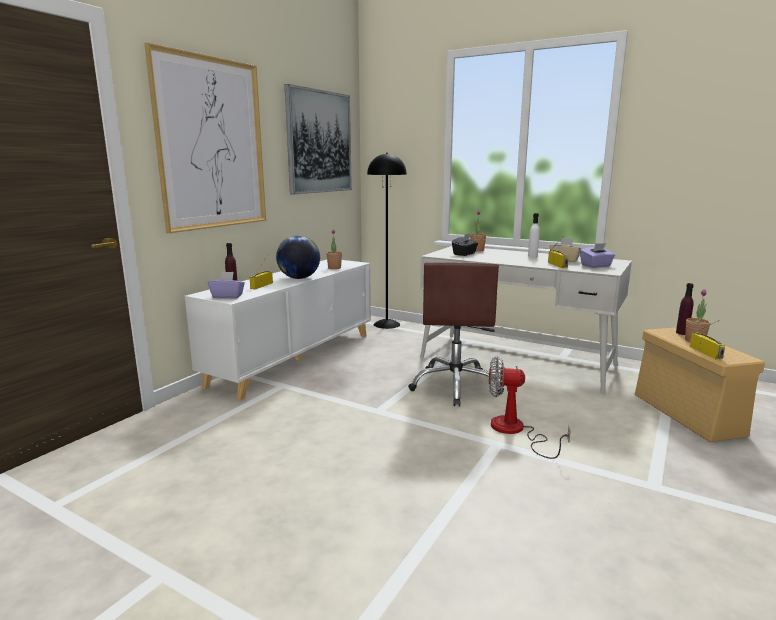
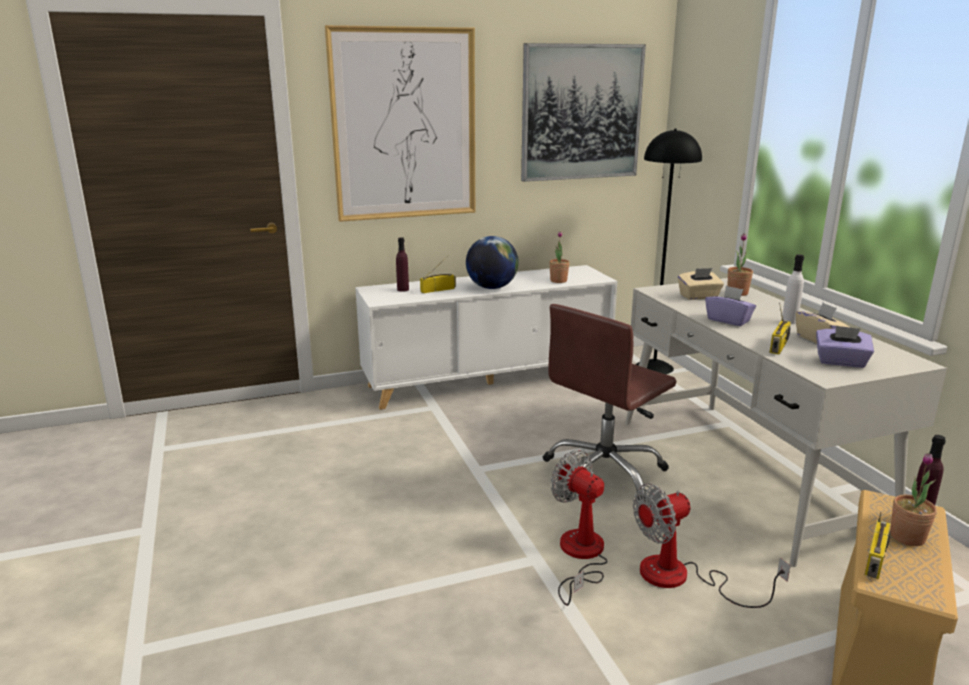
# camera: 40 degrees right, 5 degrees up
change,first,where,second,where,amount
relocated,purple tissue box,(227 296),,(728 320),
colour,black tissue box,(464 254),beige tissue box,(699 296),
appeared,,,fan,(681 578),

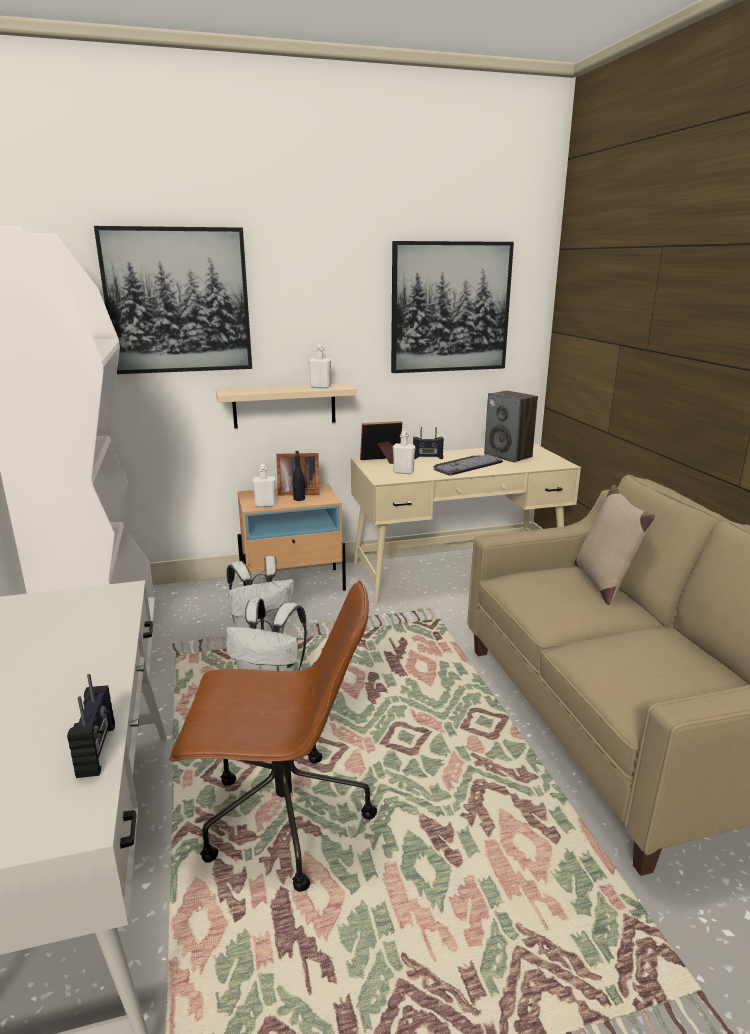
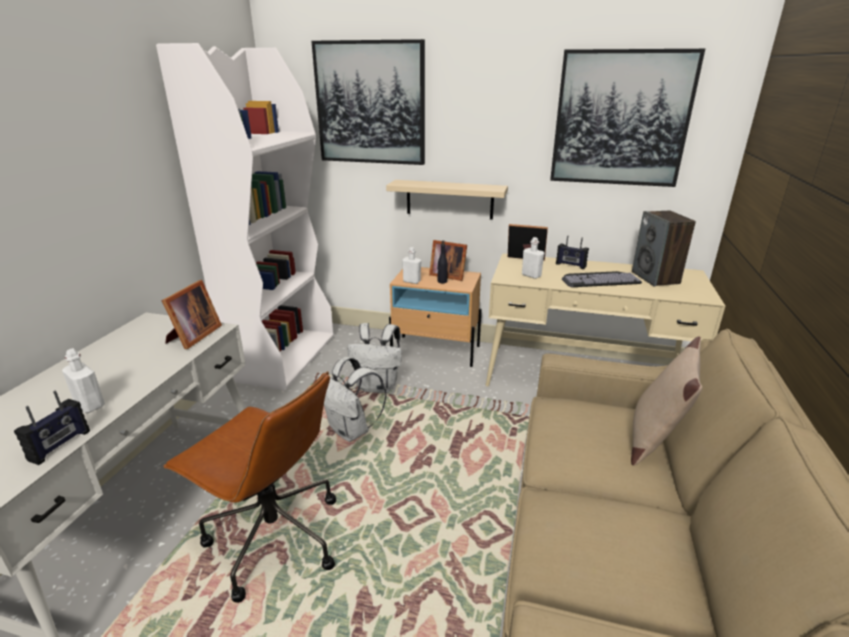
# camera: 30 degrees right, 5 degrees up
change,first,where,second,where,amount
relocated,white bottle,(320 387),,(90 405),
appeared,,,picture frame,(193 337),

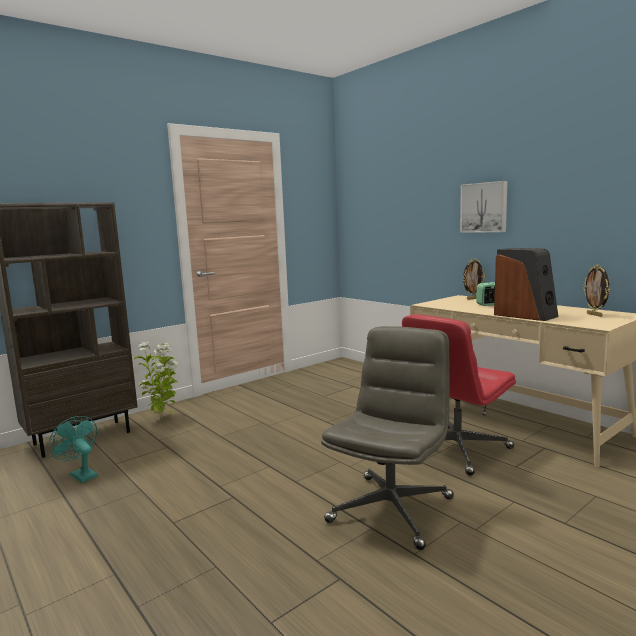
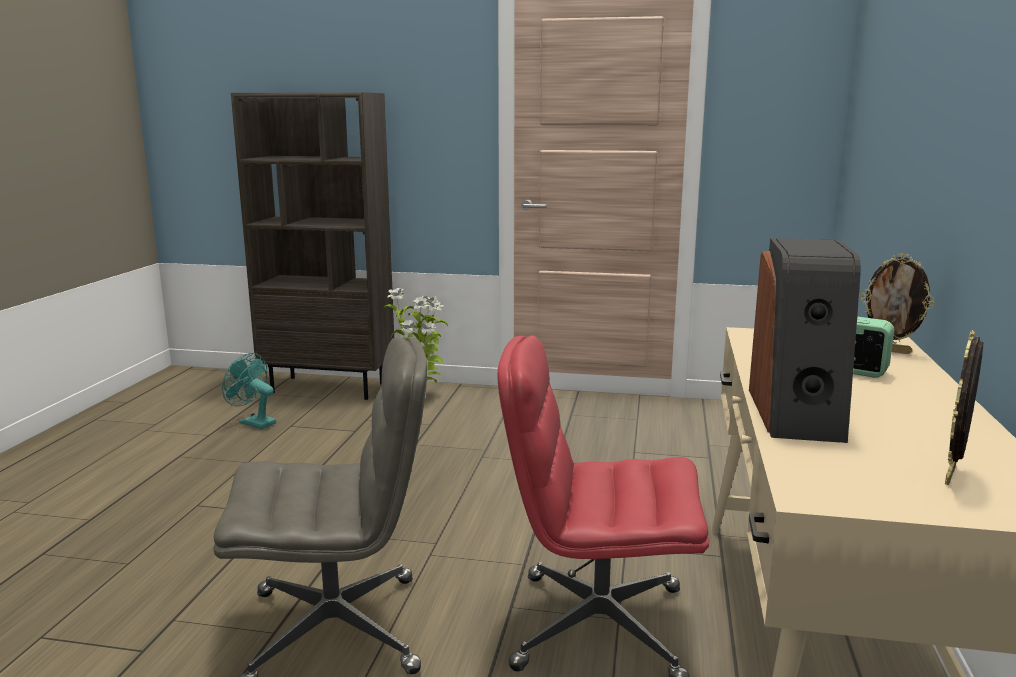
# camera: 50 degrees right, 5 degrees up
change,first,where,second,where,amount
spun,turquoise fan,(80 475),,(253 422),60 degrees counterclockwise
missing,picture,(484 207),,,

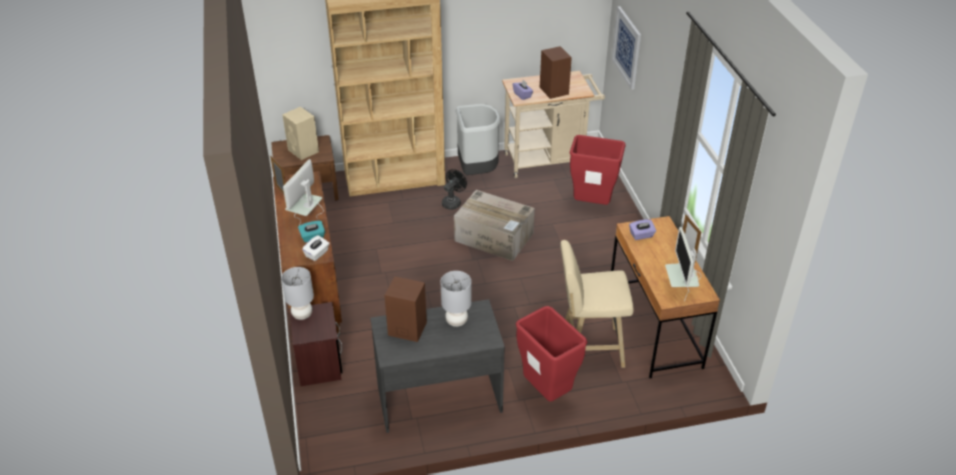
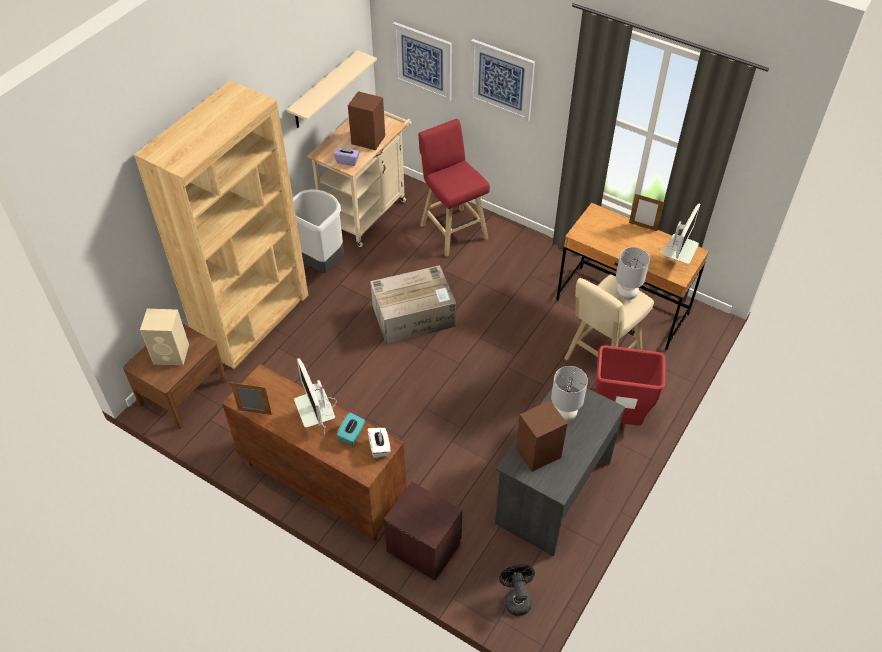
# camera: 45 degrees left, 10 degrees up
change,first,where,second,where,amount
relocated,grey table lamp,(302 314),,(626 294),
relocated,black fan,(453 202),,(516 598),
exchanged,red trash can,(592 204),red stool,(452 230),
missing,purple tissue box,(641 235),,,
spun,monitor,(680 289),,(676 260),105 degrees counterclockwise
appeared,,,beige shelf,(324 90),
appeared,,,picture,(501 80),

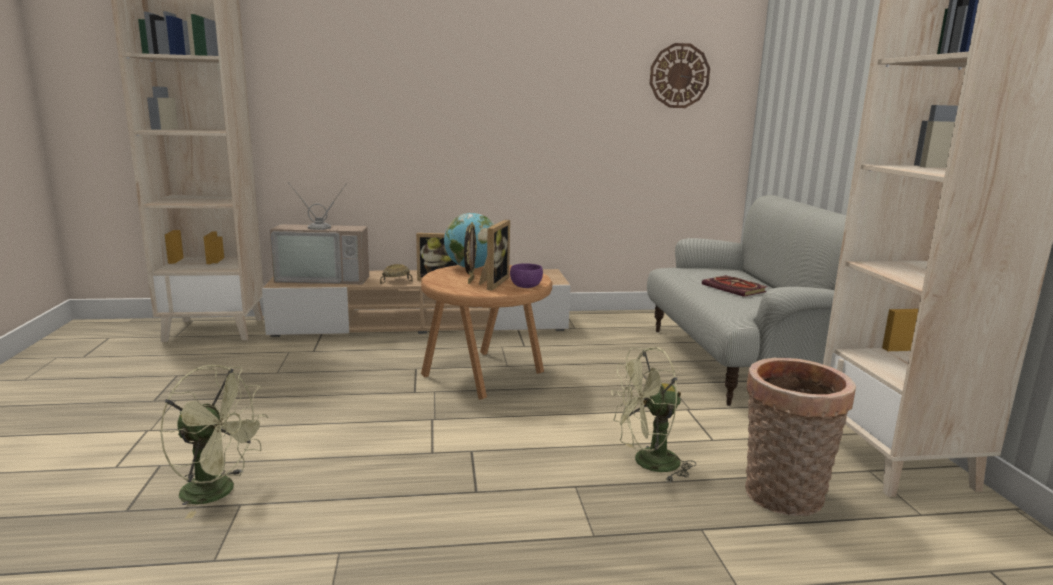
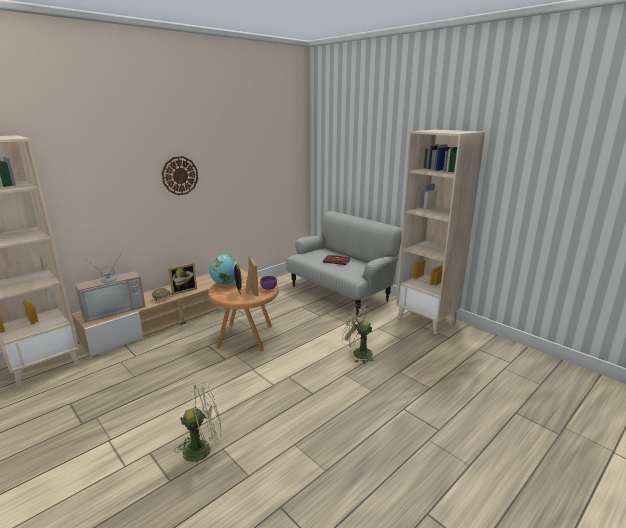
# camera: 35 degrees left, 5 degrees up
change,first,where,second,where,amount
spun,green fan,(648 463),,(357 353),75 degrees clockwise
relocated,wall clock,(679 76),,(180 175),
missing,basket,(782 498),,,

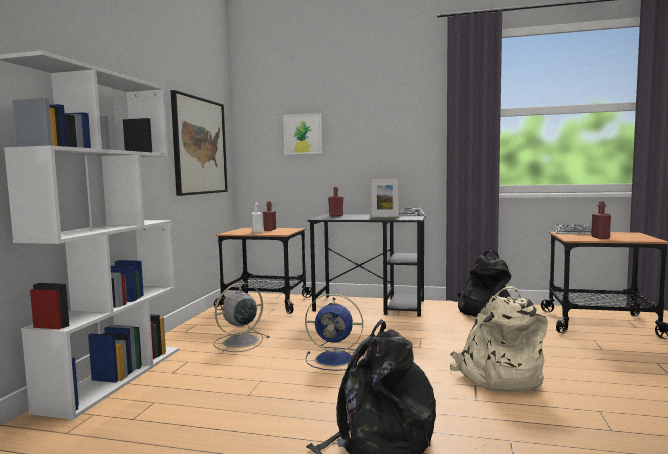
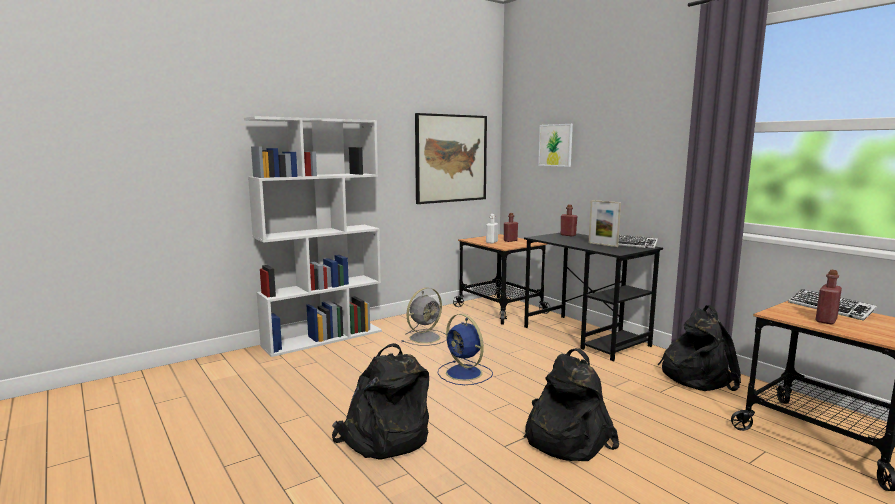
# camera: 40 degrees right, 5 degrees up
change,first,where,second,where,amount
spun,grey fan,(239 342),,(426 337),135 degrees clockwise
colour,beige backpack,(498 376),black backpack,(564 438),

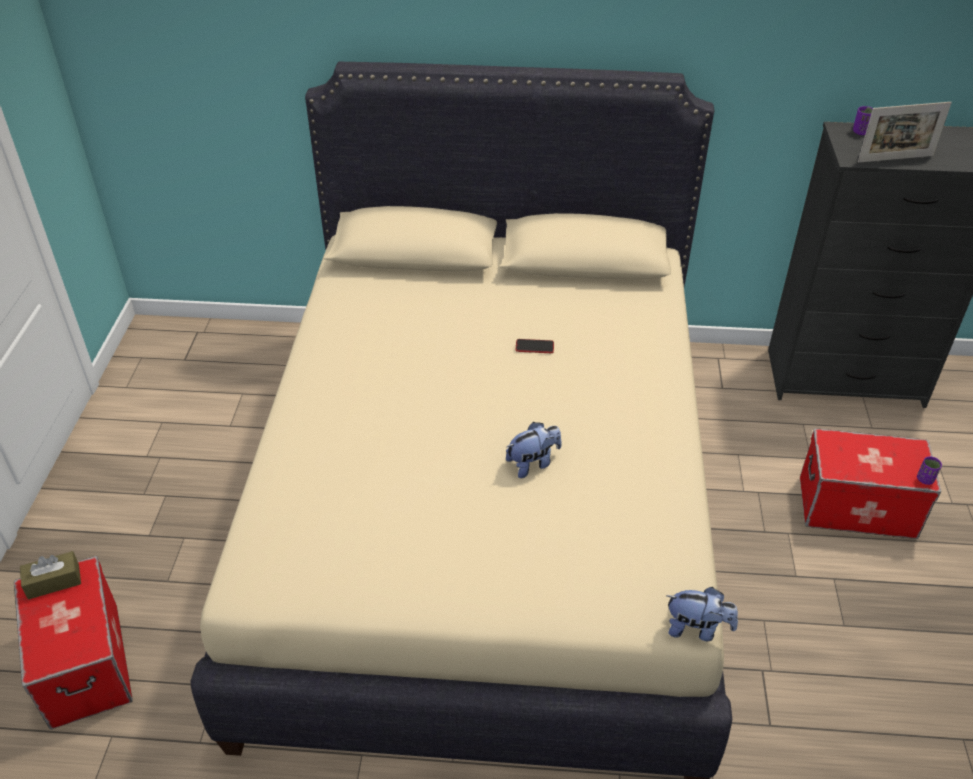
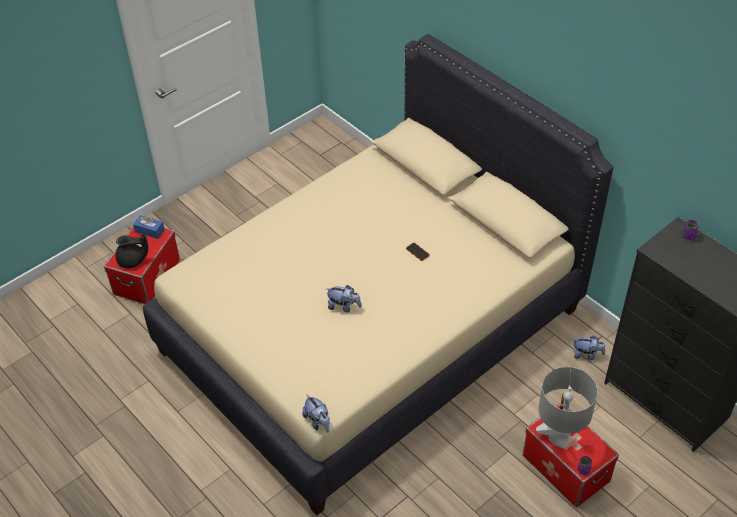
# camera: 45 degrees right, 5 degrees up
change,first,where,second,where,amount
colour,brown tissue box,(53 581),blue tissue box,(149 231),
missing,picture frame,(895 159),,,
appeared,,,black teapot,(132 261),
appeared,,,grey table lamp,(559 438),
appeared,,,plush toy,(587 355),

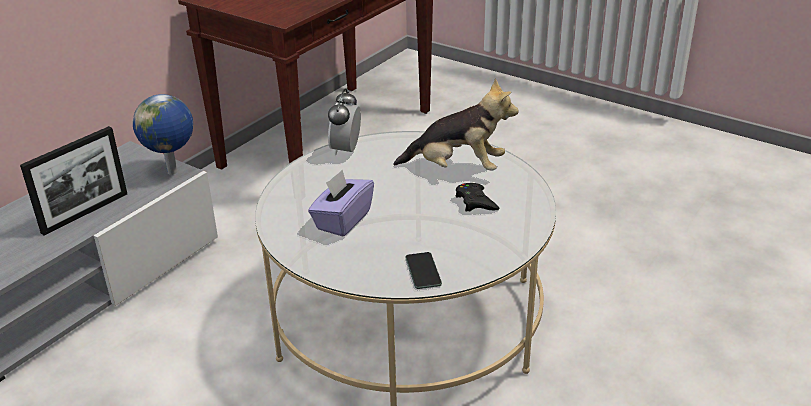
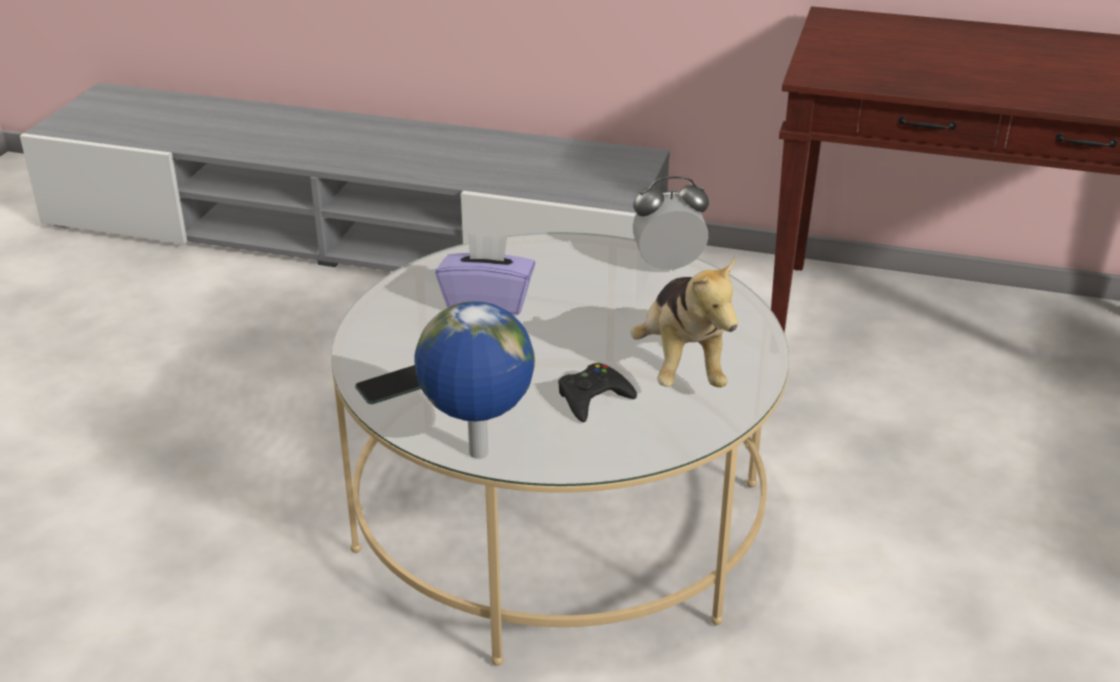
# camera: 70 degrees right, 0 degrees up
change,first,where,second,where,amount
missing,picture frame,(85 213),,,
relocated,globe,(173 172),,(478 454),

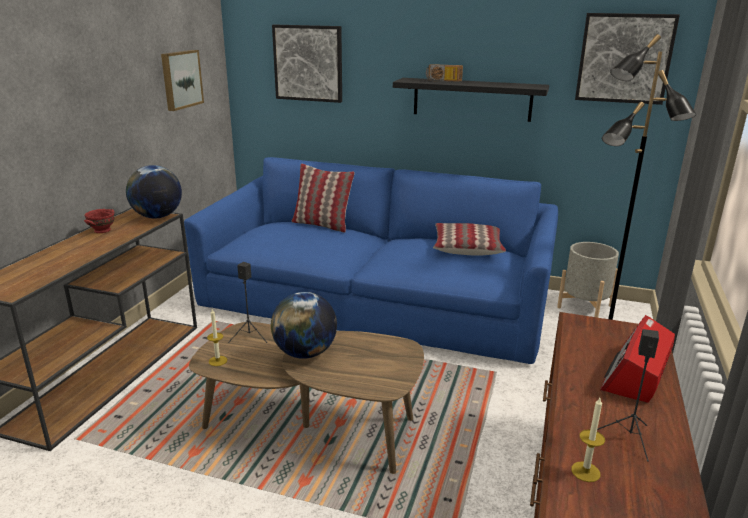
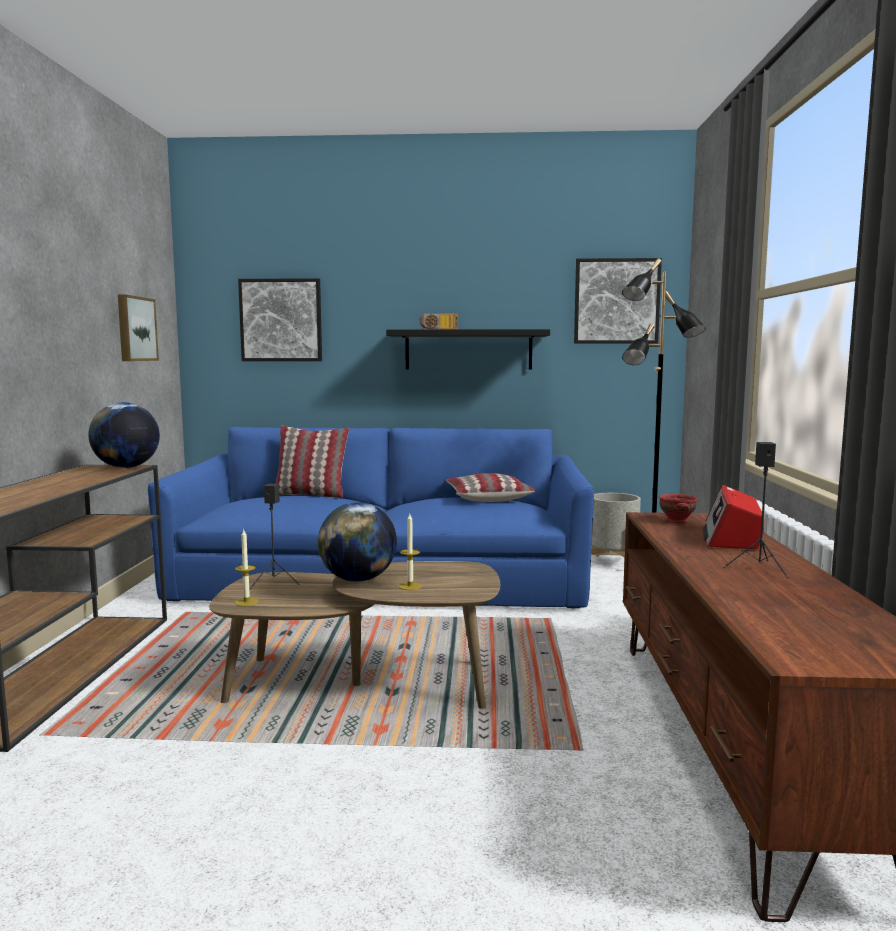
# camera: 15 degrees left, 15 degrees down
change,first,where,second,where,amount
relocated,red bowl,(101 230),,(676 521),
relocated,candle,(585 471),,(410 586),

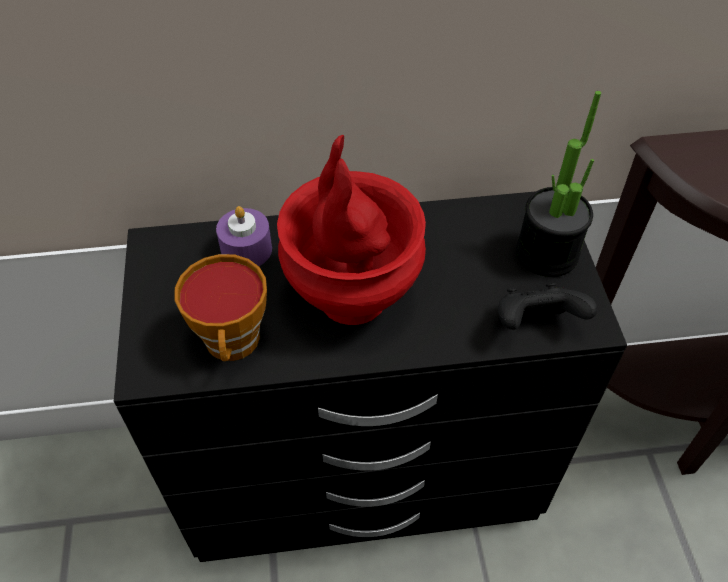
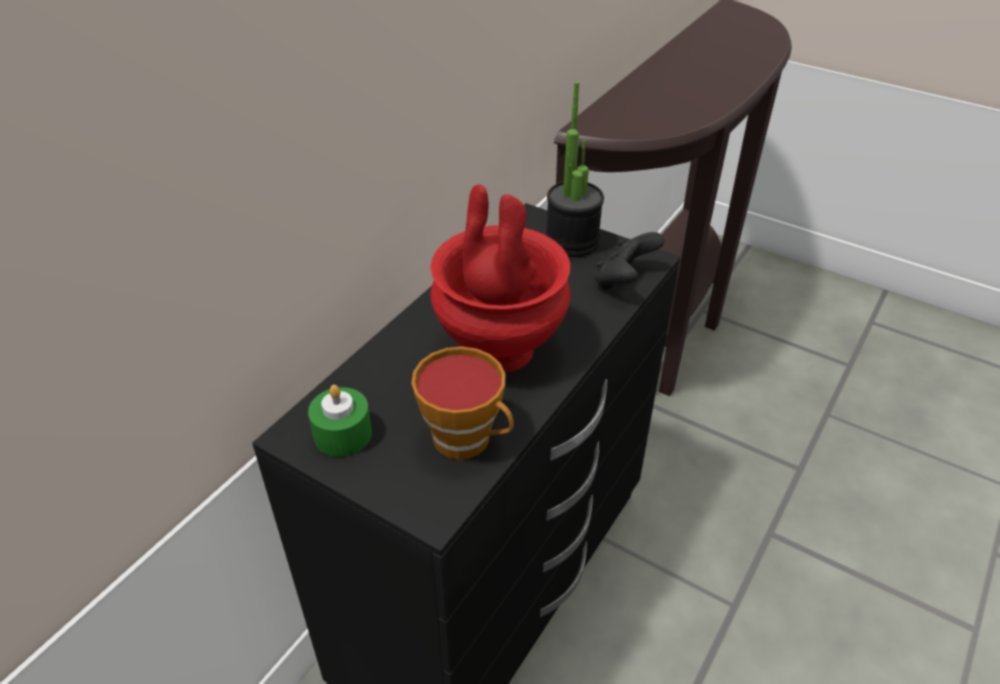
# camera: 50 degrees left, 10 degrees down
change,first,where,second,where,amount
missing,purple candle,(246 250),,,
appeared,,,green candle,(343 434),

